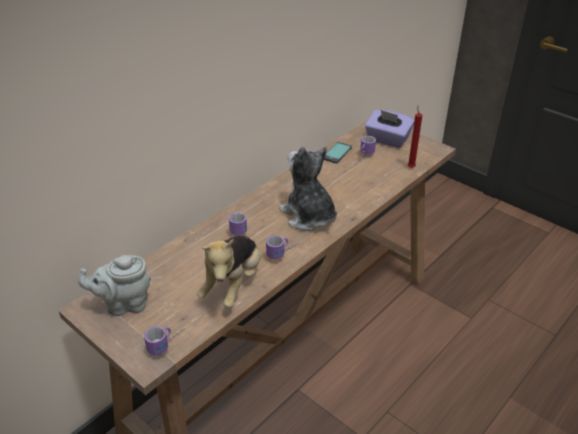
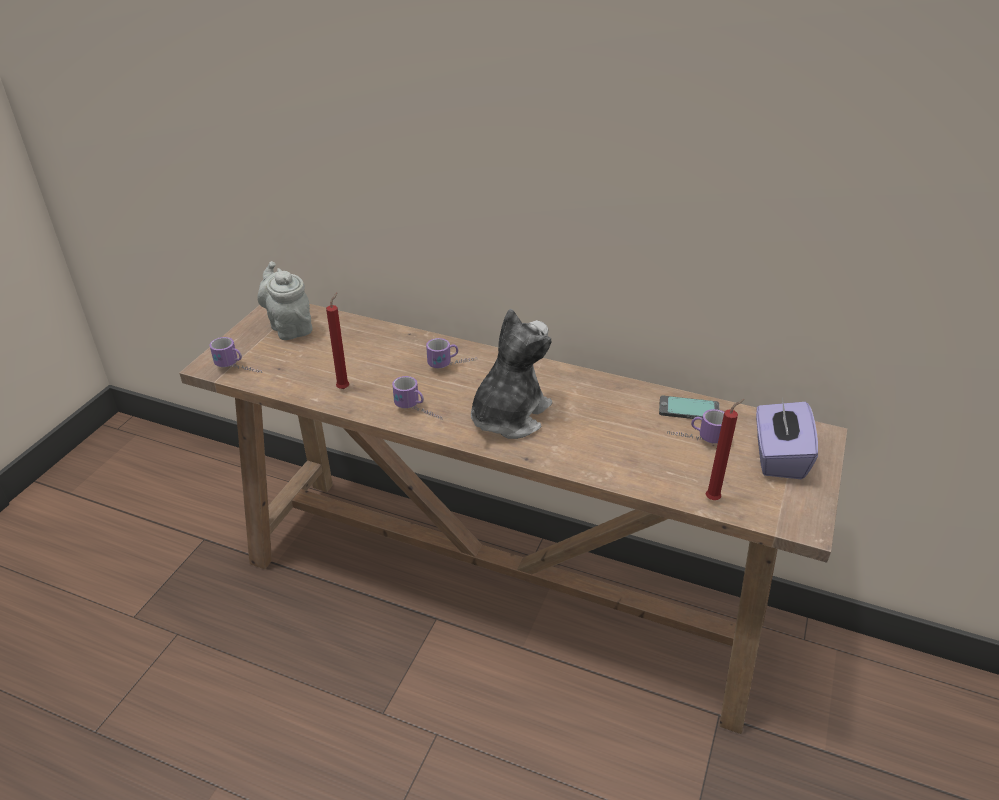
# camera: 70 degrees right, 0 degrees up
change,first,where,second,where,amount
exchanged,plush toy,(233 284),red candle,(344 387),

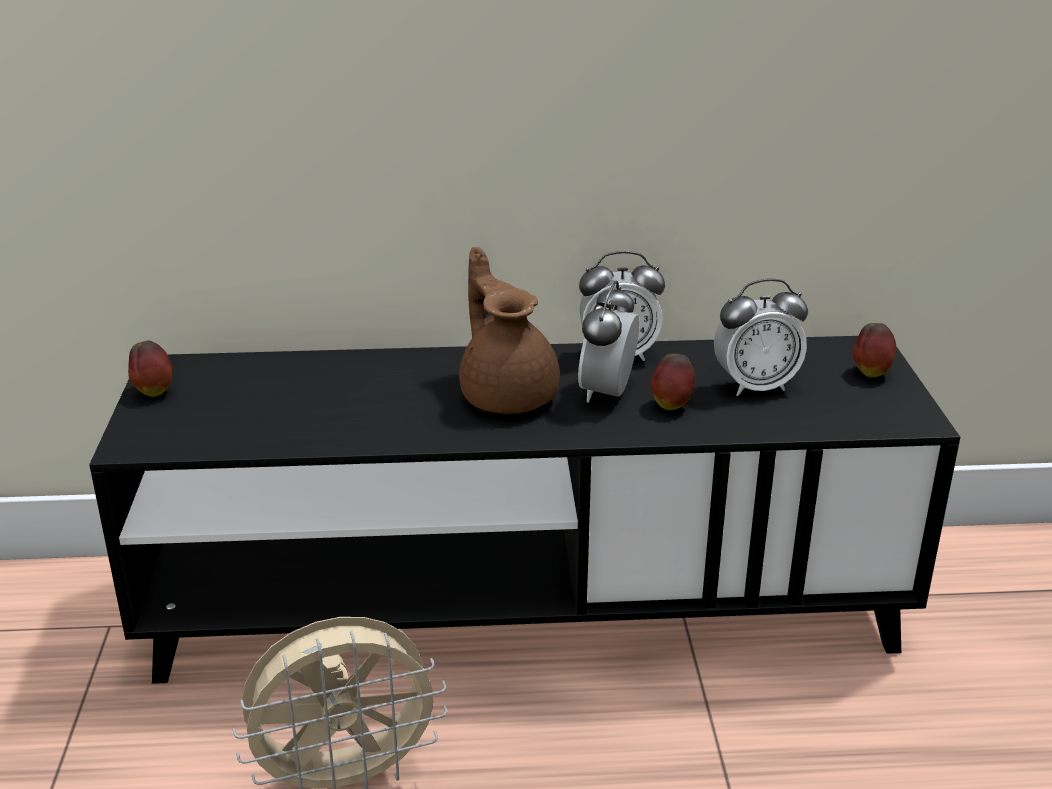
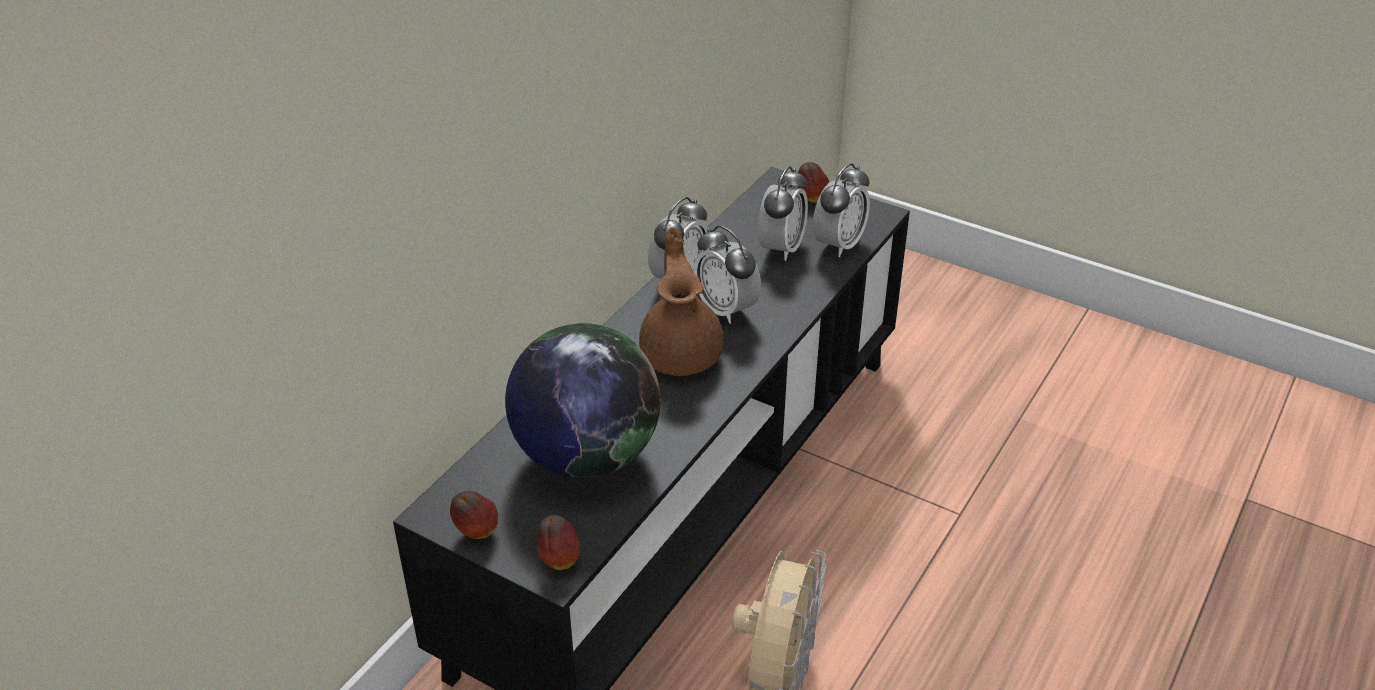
# camera: 55 degrees left, 10 degrees up
change,first,where,second,where,amount
spun,brown teapot,(507 394),,(682 352),75 degrees clockwise
relocated,apple,(671 405),,(559 561),
appeared,,,globe,(586 456),
appeared,,,alarm clock,(838 244),

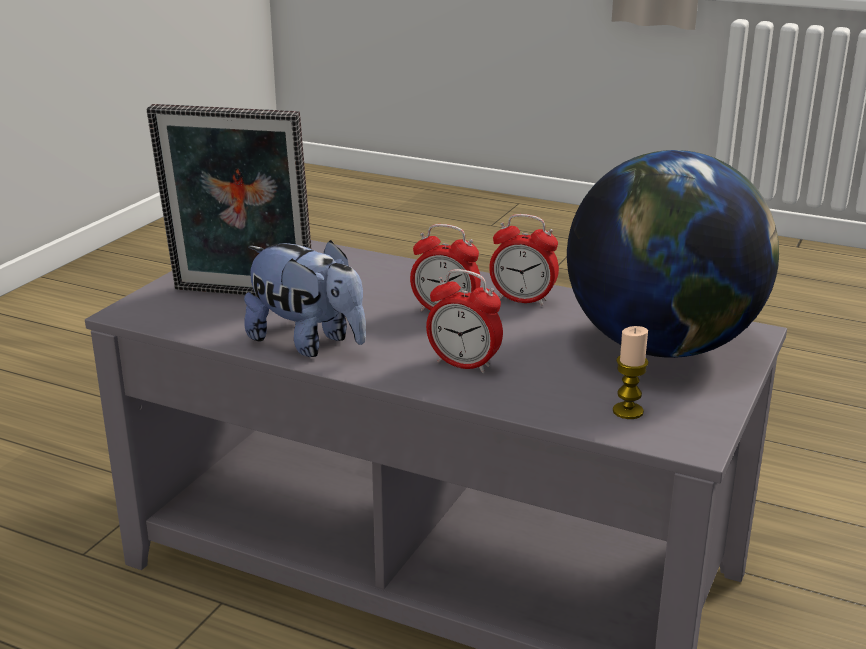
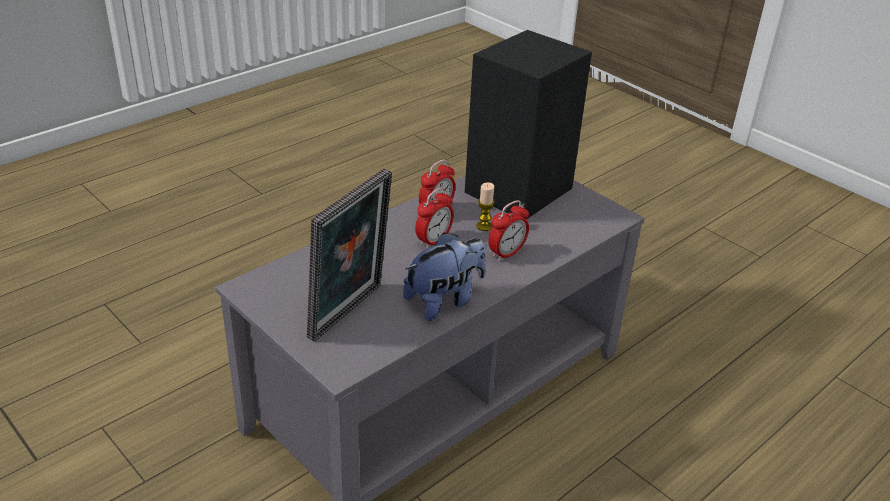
# camera: 70 degrees left, 10 degrees up
change,first,where,second,where,amount
exchanged,globe,(663 346),black speaker,(520 189),
relocated,candle,(628 411),,(484 226),

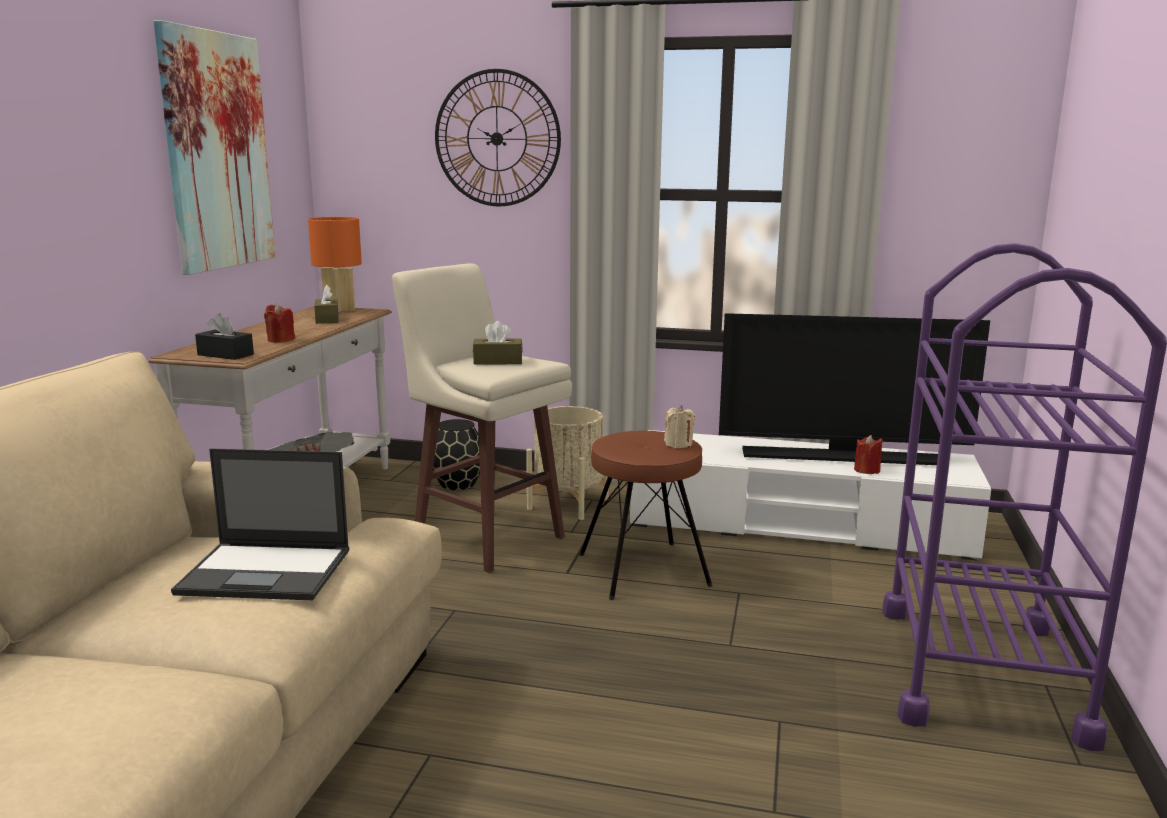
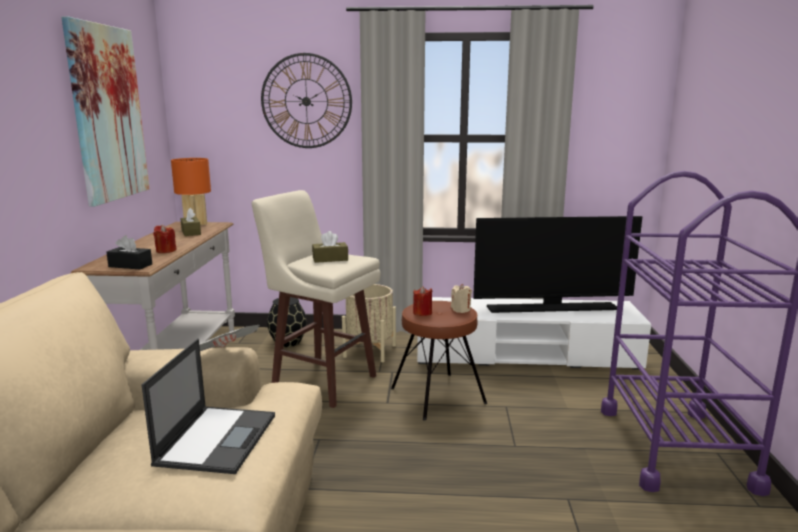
# camera: 10 degrees left, 0 degrees up
change,first,where,second,where,amount
spun,laptop,(267 572),,(217 438),75 degrees counterclockwise
relocated,red candle,(867 470),,(422 313),

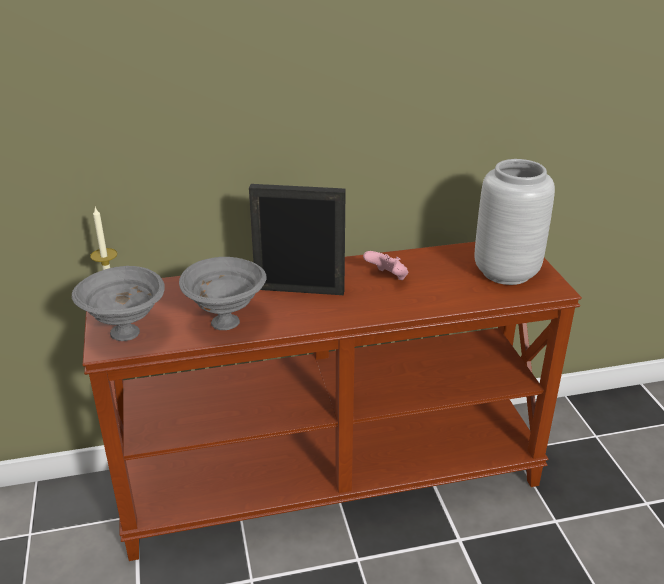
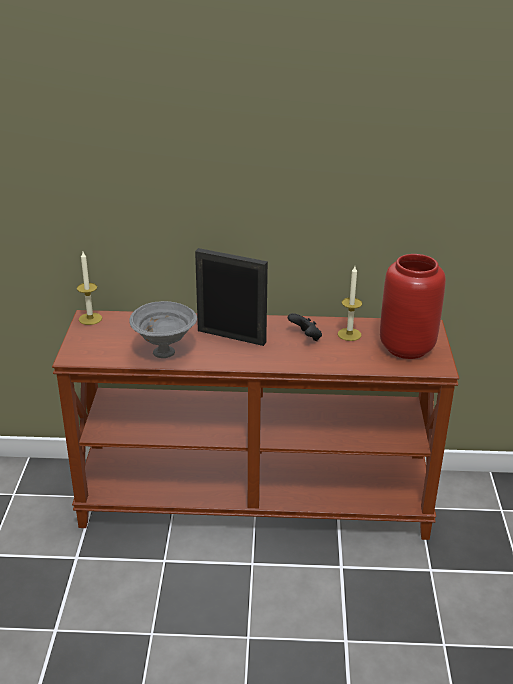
# camera: 15 degrees right, 0 degrees up
change,first,where,second,where,amount
missing,grey bowl,(127 334),,,
colour,pink game controller,(387 278),black game controller,(306 337),
colour,grey vase,(505 272),red vase,(406 347),
appeared,,,candle,(349 334),

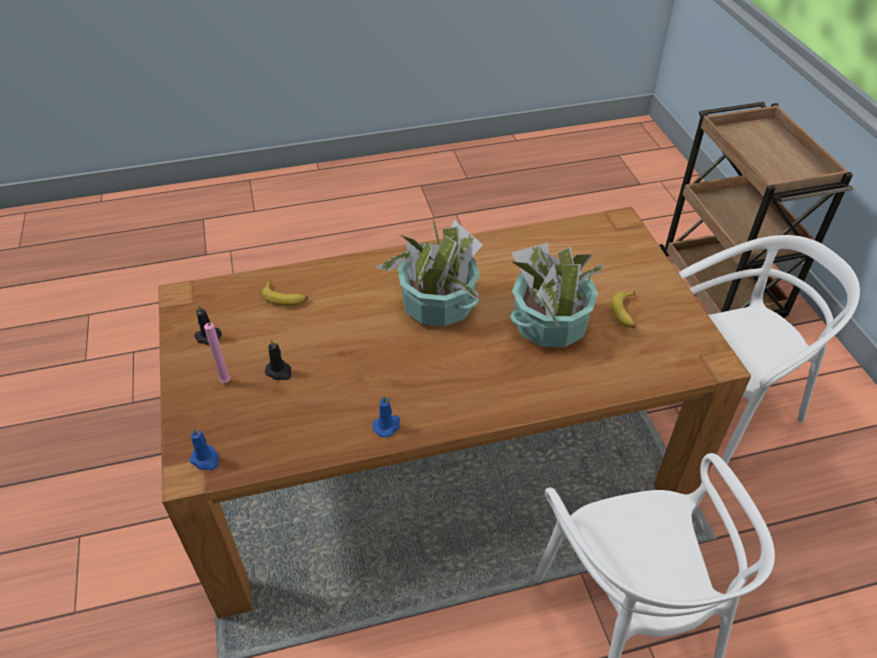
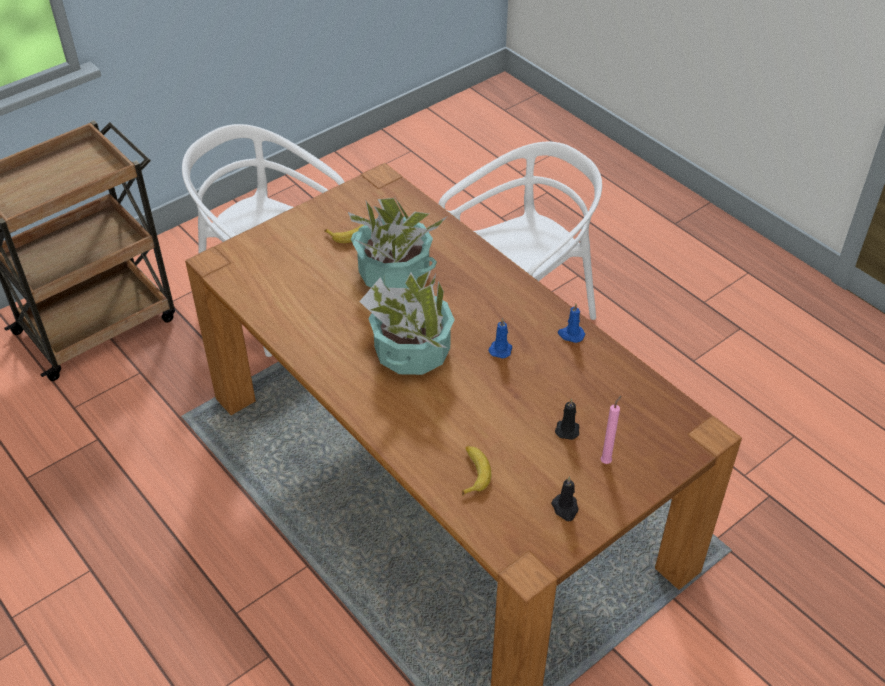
# camera: 115 degrees left, 0 degrees up
change,first,where,second,where,amount
relocated,blue candle,(206 459),,(501 349),

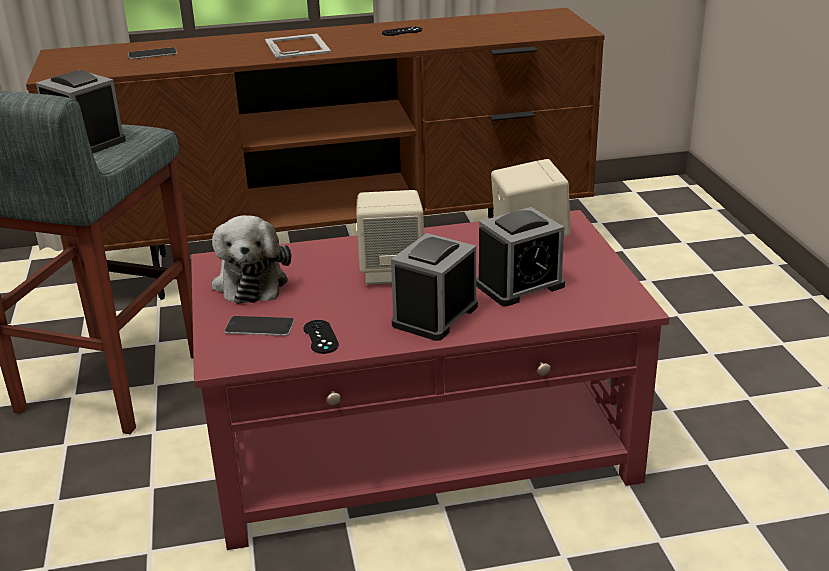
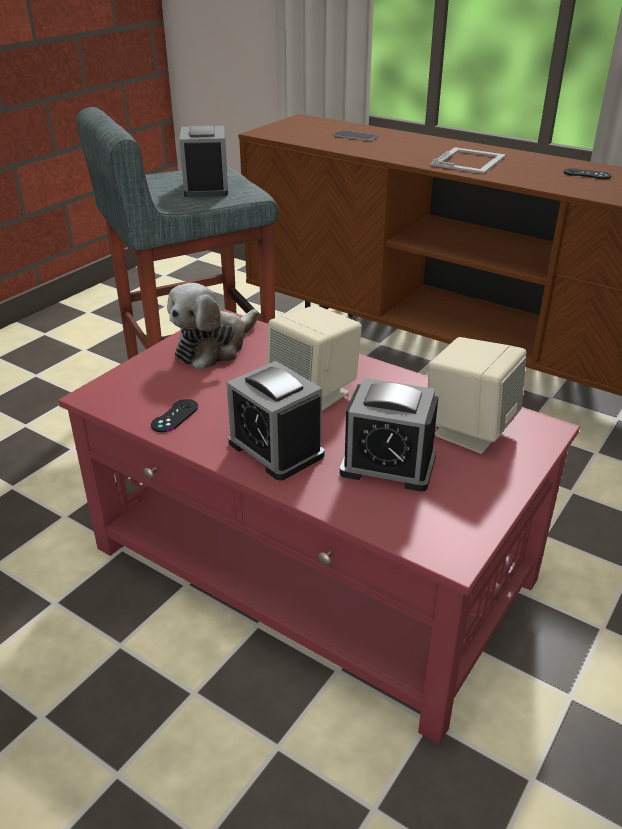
# camera: 45 degrees right, 5 degrees up
change,first,where,second,where,amount
missing,phone,(259 326),,,
spun,alarm clock,(435 315),,(276 449),120 degrees counterclockwise

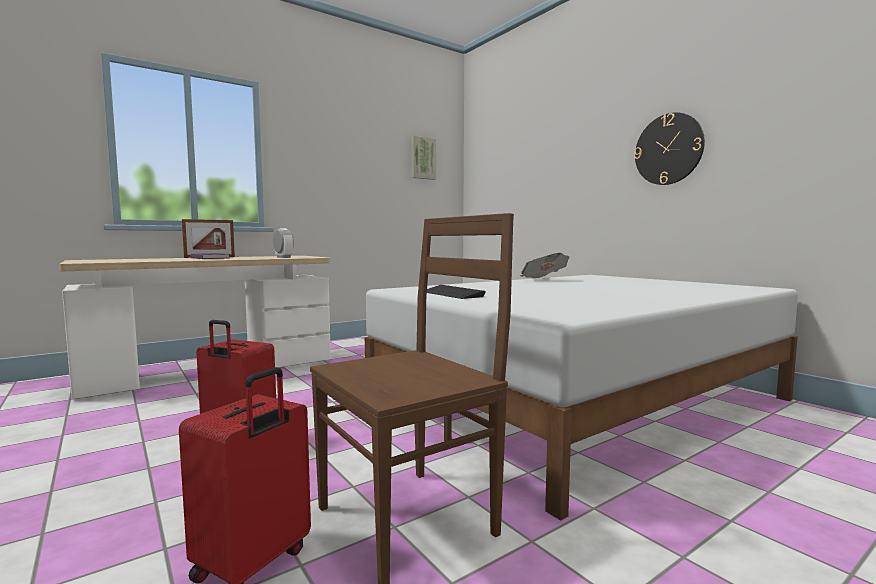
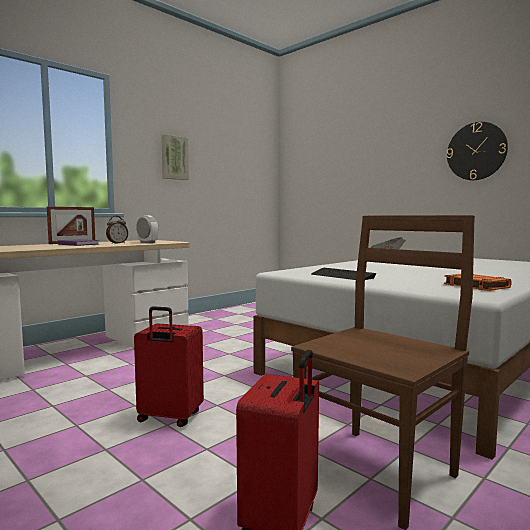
# camera: 10 degrees left, 0 degrees up
change,first,where,second,where,amount
relocated,picture,(422 158),,(174 158),
appeared,,,alarm clock,(117 243),
appeared,,,orange book,(475 286),

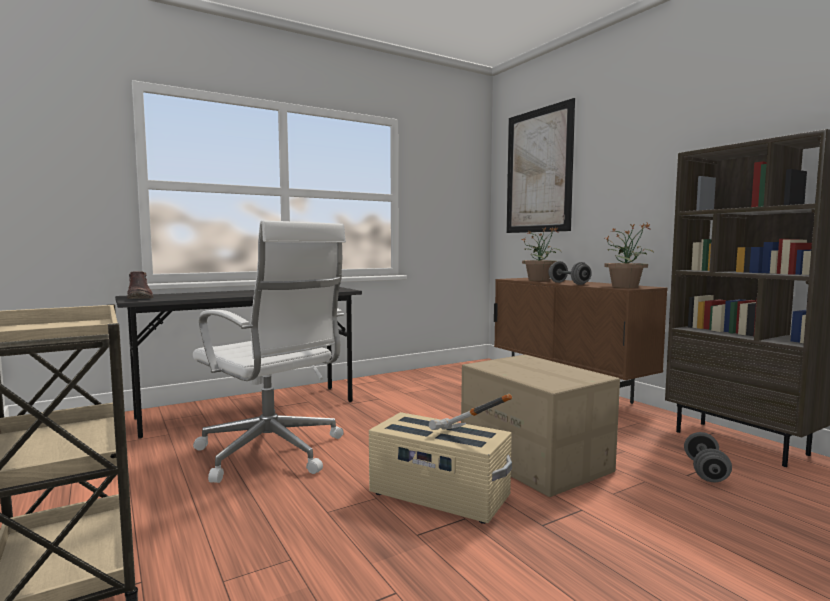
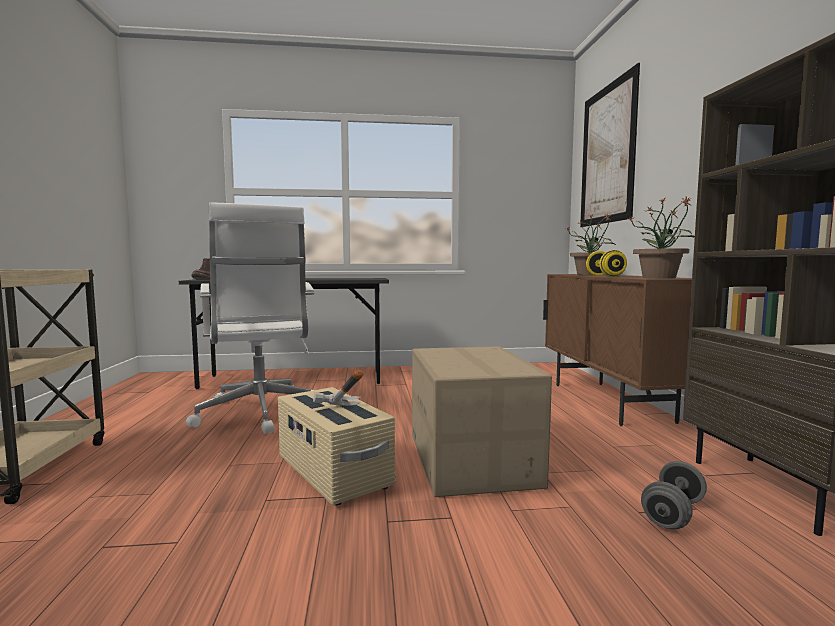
# camera: 25 degrees right, 0 degrees up
change,first,where,second,where,amount
colour,grey dumbbell,(568 283),yellow dumbbell,(605 276),

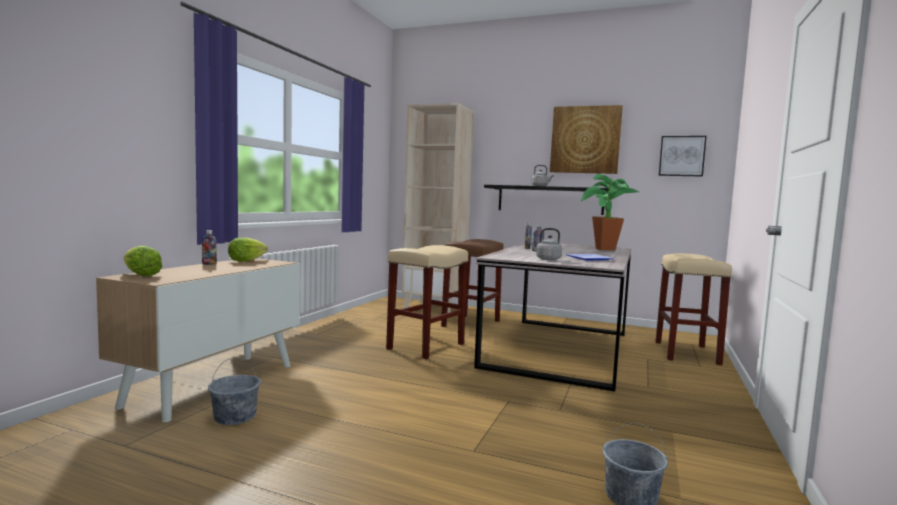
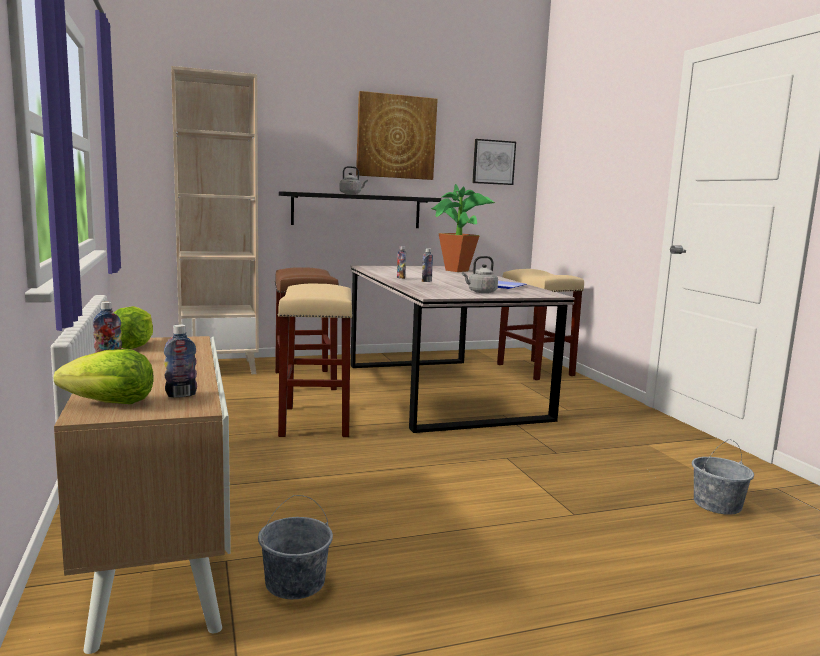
# camera: 40 degrees left, 5 degrees up
change,first,where,second,where,amount
appeared,,,bottle,(181 395),

